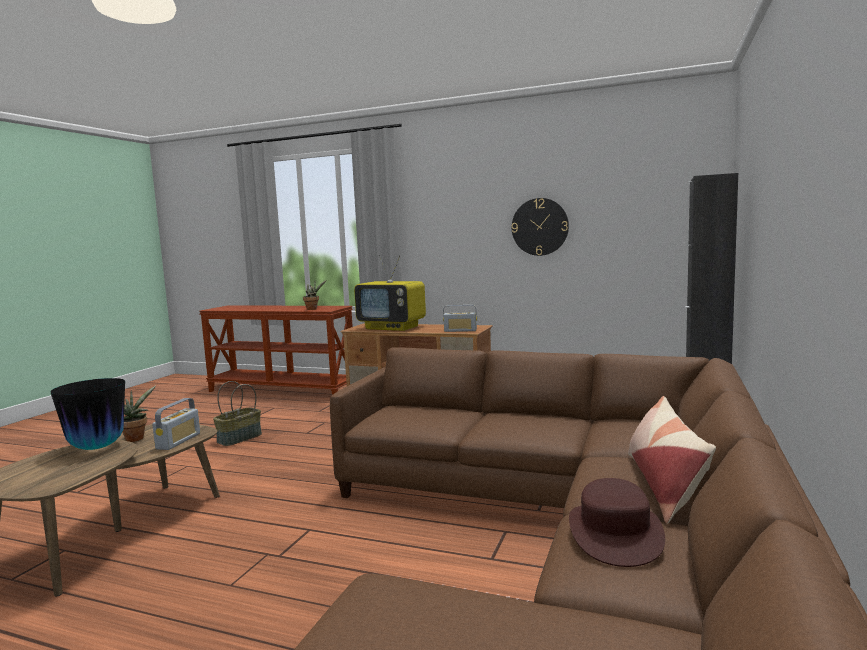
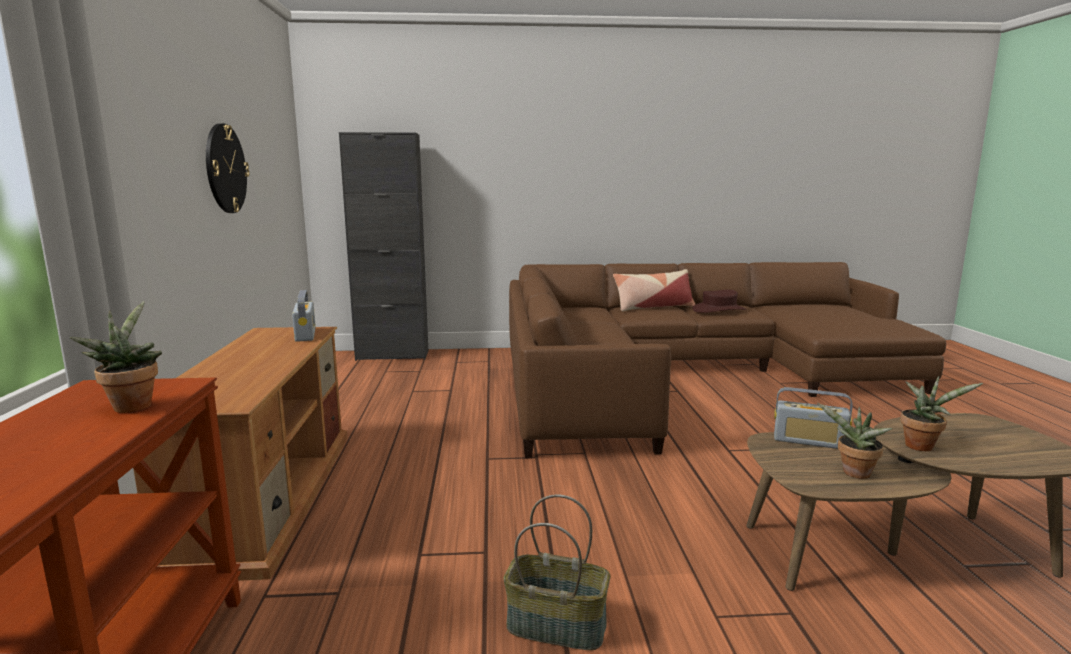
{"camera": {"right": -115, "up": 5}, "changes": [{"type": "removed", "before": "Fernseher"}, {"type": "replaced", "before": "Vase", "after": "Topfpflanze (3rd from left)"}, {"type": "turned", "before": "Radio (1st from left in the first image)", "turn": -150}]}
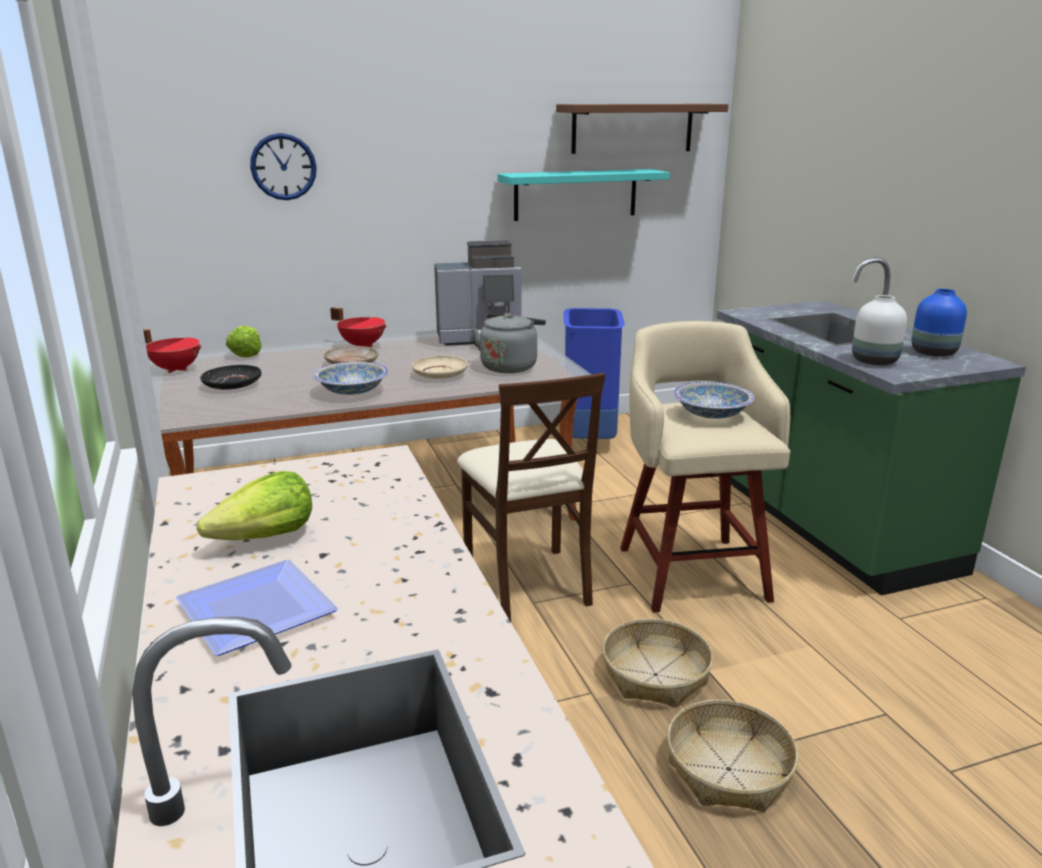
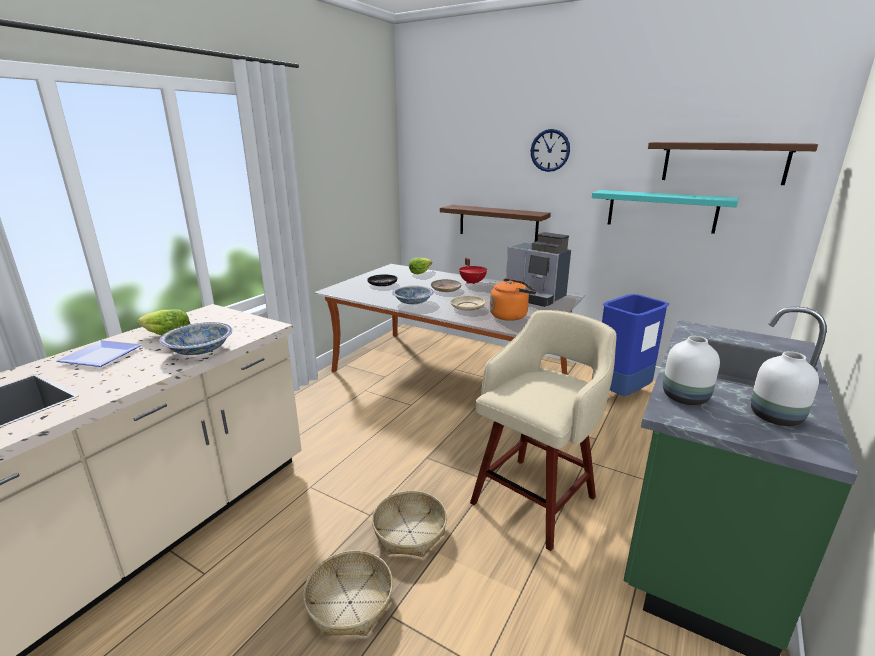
{"camera": {"right": 50, "up": 0}, "changes": [{"type": "moved", "before": "Wanduhr"}, {"type": "recoloured", "before": "Vase/blau", "after": "Vase/weiß (2nd from left)"}, {"type": "recoloured", "before": "Wasserkessel/grau", "after": "Wasserkessel/orange"}, {"type": "removed", "before": "Kochtopf/rot (1st from left)"}, {"type": "removed", "before": "Stuhl/beige"}, {"type": "moved", "before": "Schüssel (2nd from left in the first image)", "after": "Schüssel (1st from left)"}, {"type": "added", "after": "Wandregal/braun (1st from left)"}]}
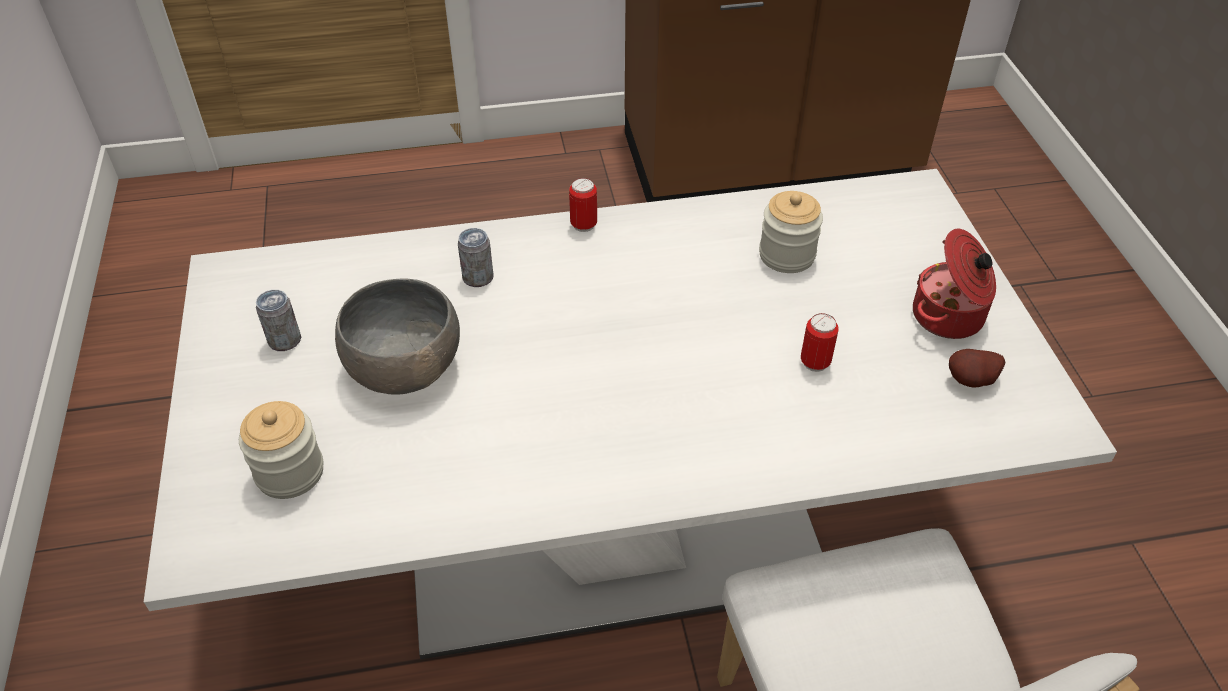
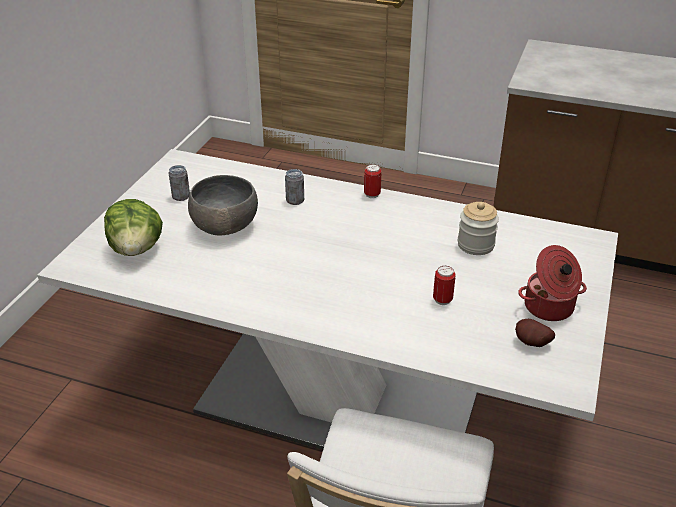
{"camera": {"right": 30, "up": -10}, "changes": [{"type": "replaced", "before": "Vorratsglas (1st from left)", "after": "Salatkopf"}]}
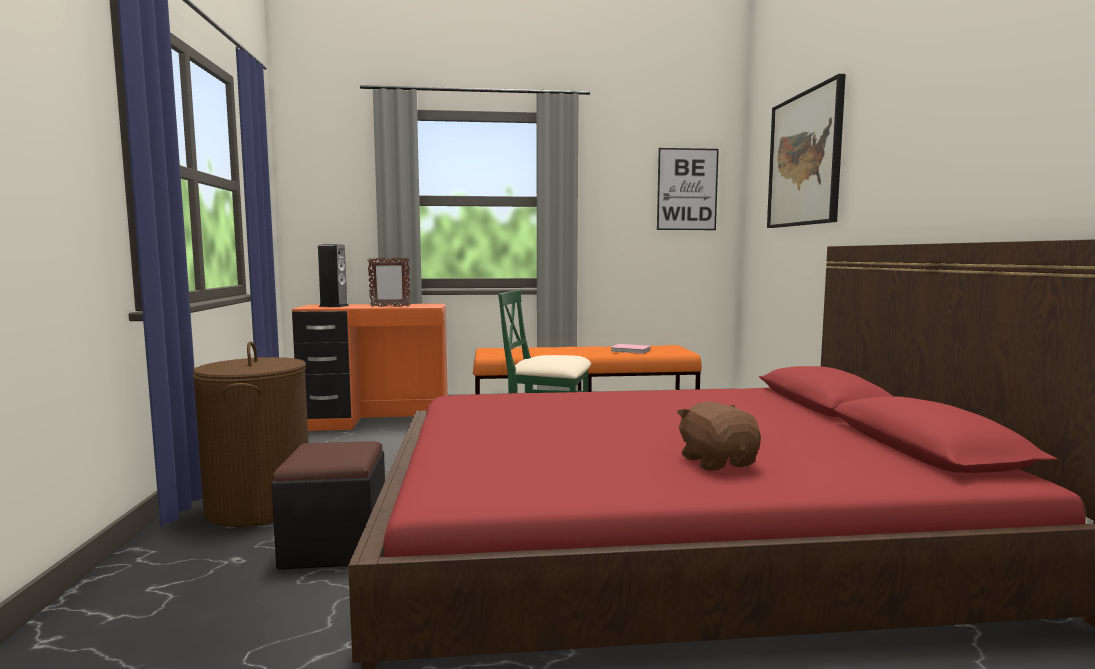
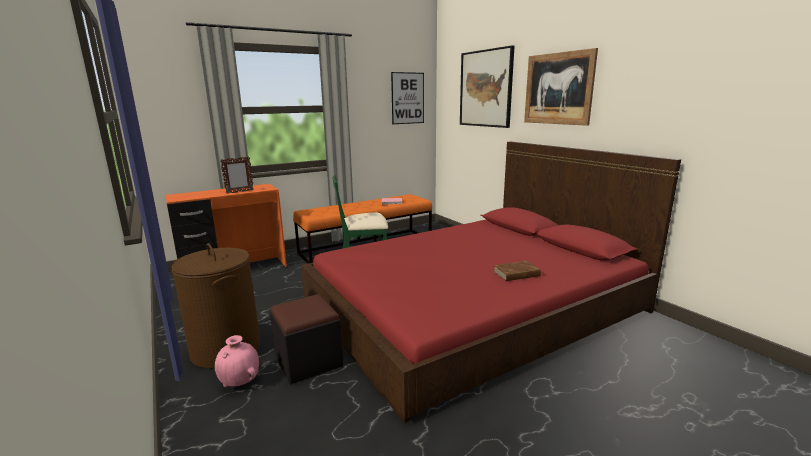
{"camera": {"right": -25, "up": 10}, "changes": [{"type": "removed", "before": "Lautsprecher"}, {"type": "replaced", "before": "Plüschtier/braun", "after": "Buch/braun"}, {"type": "added", "after": "Bild (3rd from left)"}, {"type": "added", "after": "Vase/rosa"}]}
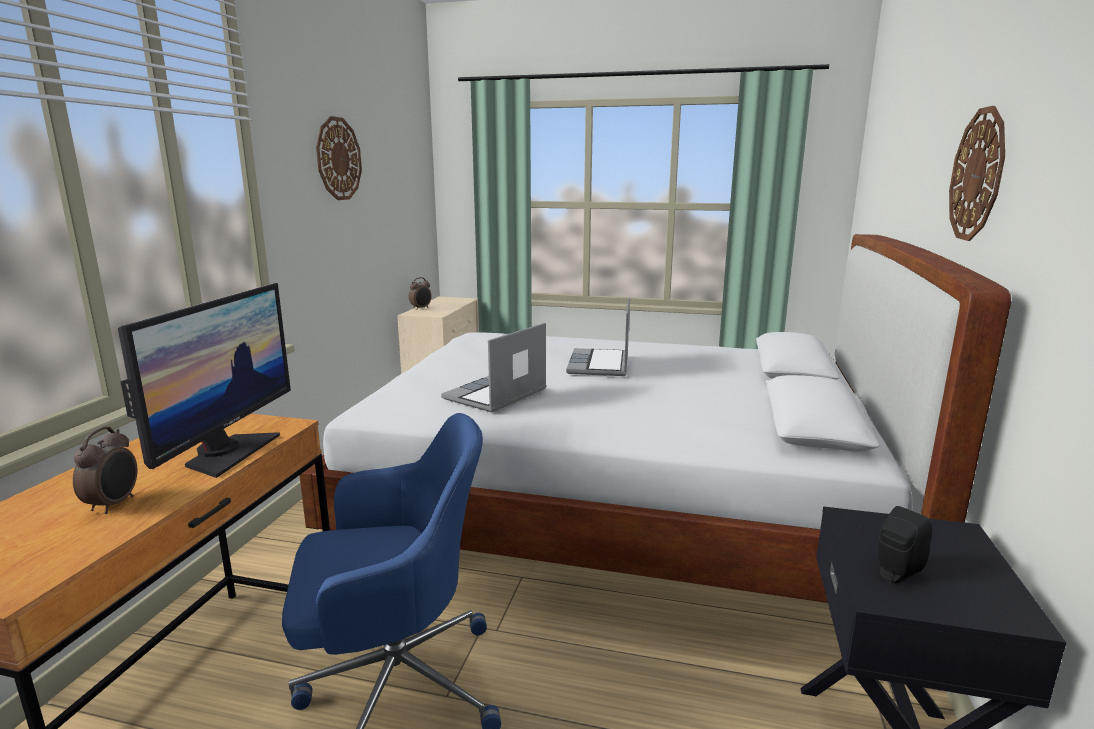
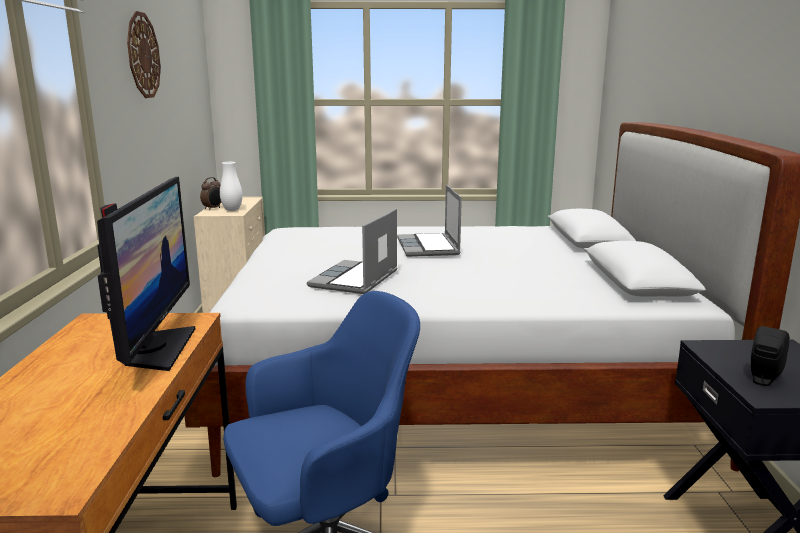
{"camera": {"right": -15, "up": 0}, "changes": [{"type": "removed", "before": "Wanduhr (2nd from left)"}, {"type": "removed", "before": "Wecker (1st from left)"}, {"type": "added", "after": "Vase/weiß"}]}
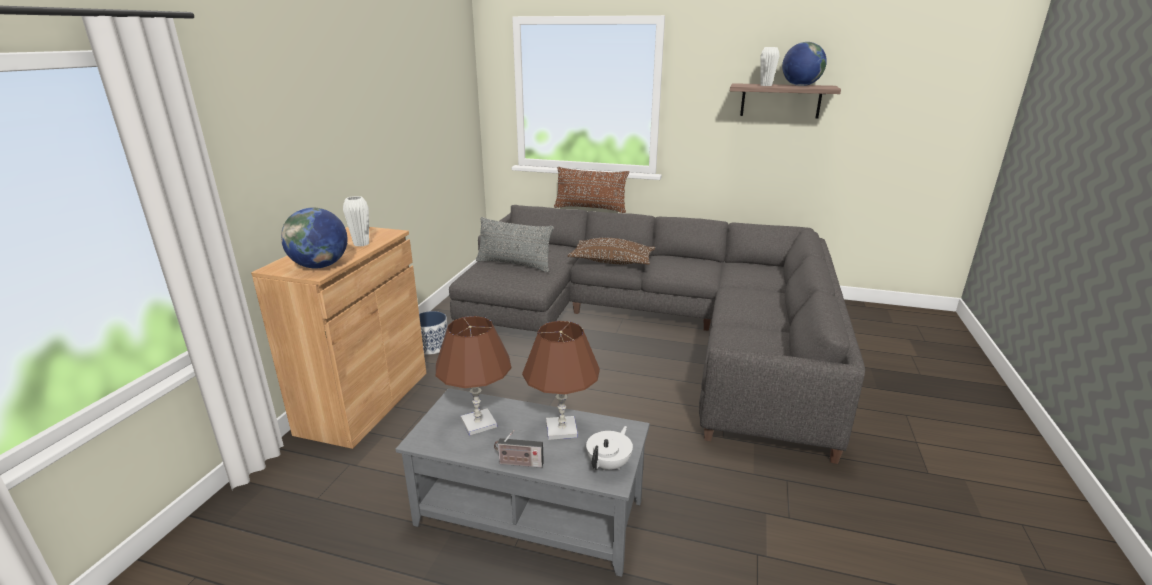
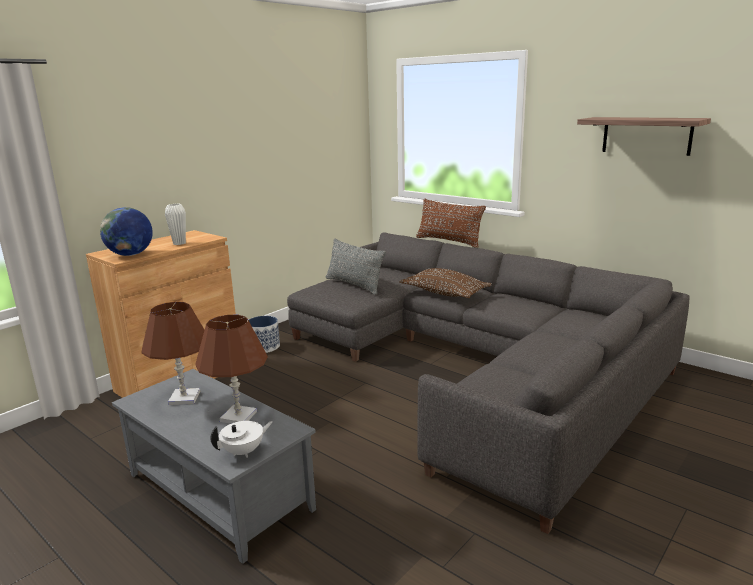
{"camera": {"right": 25, "up": -5}, "changes": [{"type": "removed", "before": "Globus (2nd from left)"}, {"type": "removed", "before": "Vase/weiß (2nd from left)"}, {"type": "removed", "before": "Radio"}]}
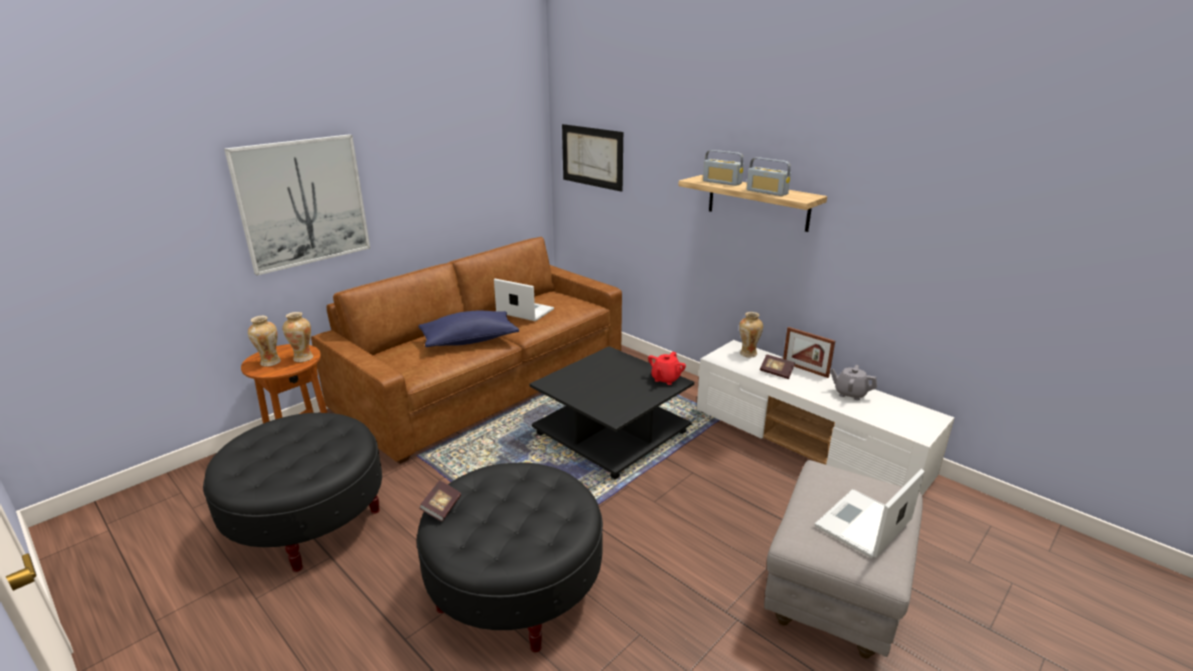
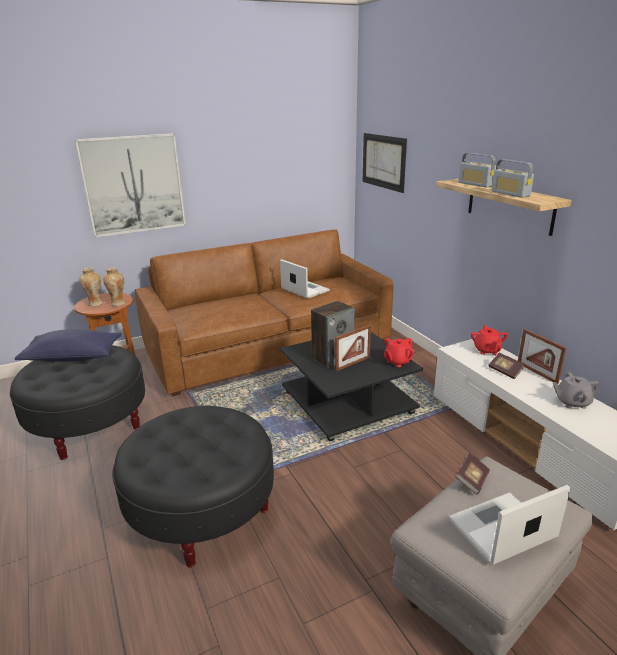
{"camera": {"right": 20, "up": 0}, "changes": [{"type": "moved", "before": "Kissen/blau"}, {"type": "replaced", "before": "Vase (3rd from left)", "after": "Teekanne/rot (2nd from left)"}, {"type": "turned", "before": "Teekanne/grau", "turn": -45}, {"type": "moved", "before": "Buch (1st from left)"}, {"type": "added", "after": "Lautsprecher"}, {"type": "added", "after": "Bilderrahmen (1st from left)"}]}
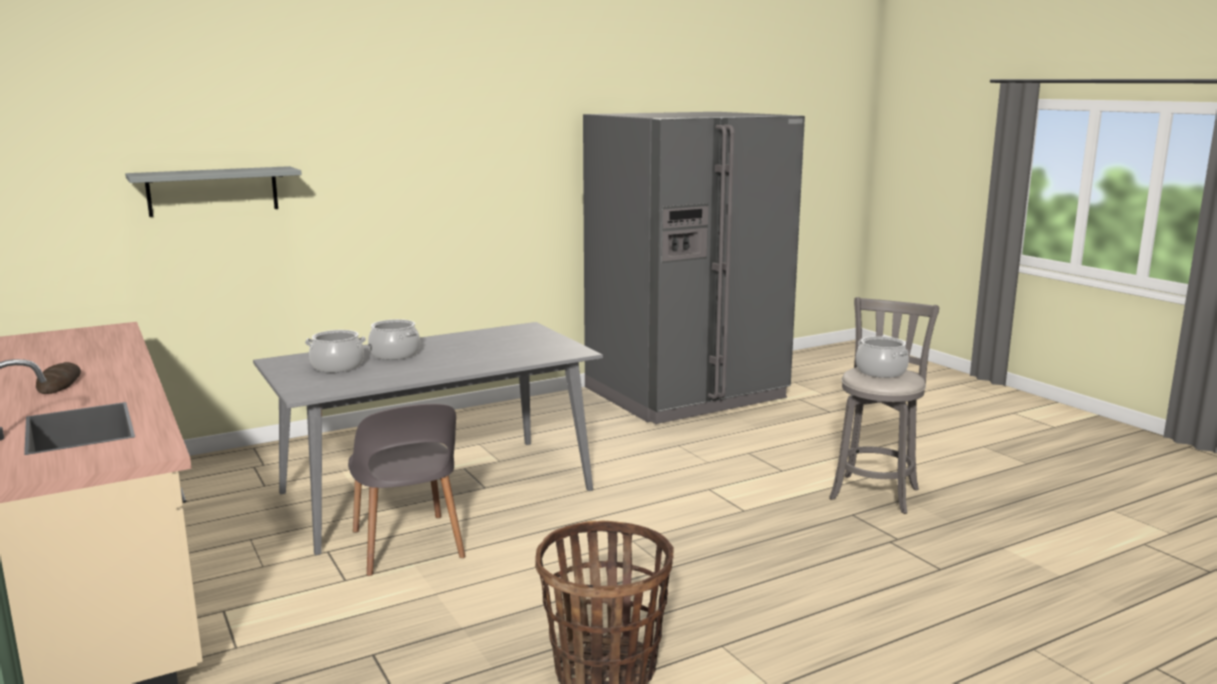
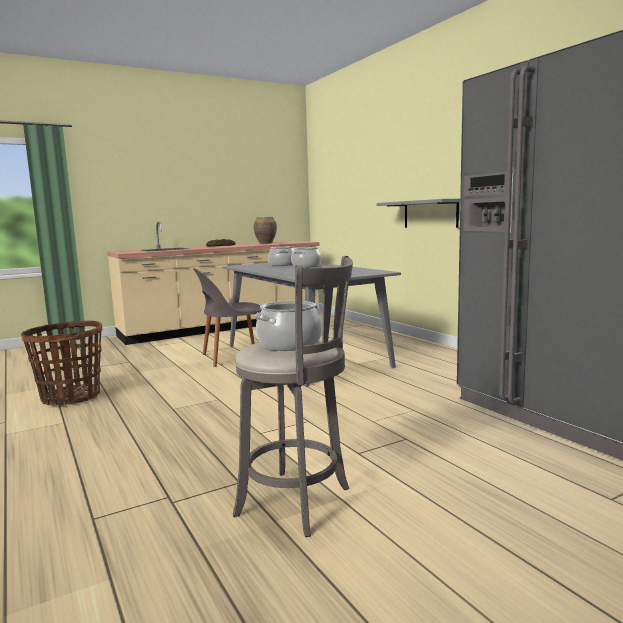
{"camera": {"right": 90, "up": -5}, "changes": [{"type": "moved", "before": "Wandregal/grau"}, {"type": "added", "after": "Vase/braun"}]}
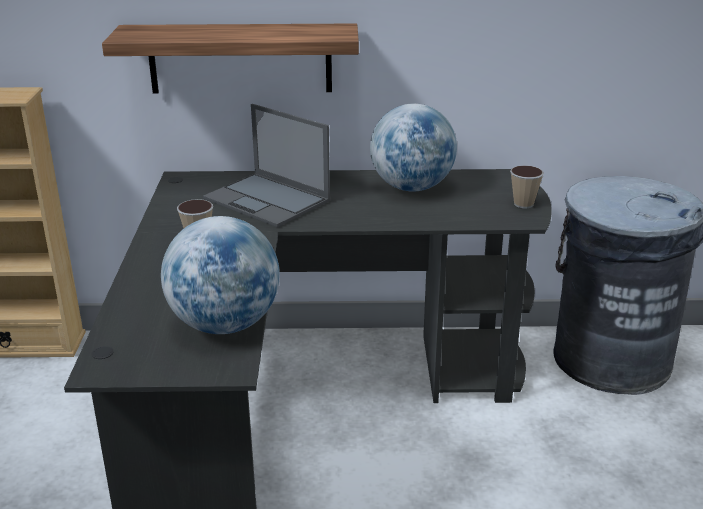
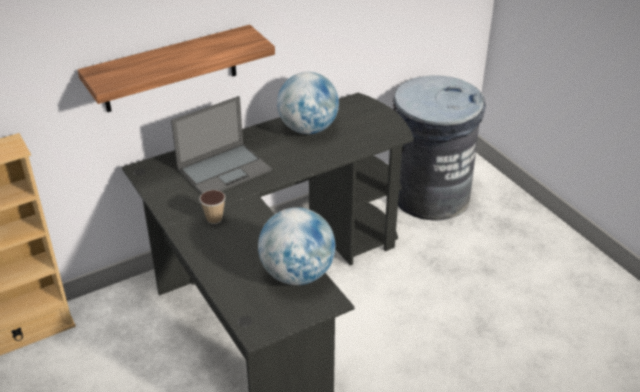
{"camera": {"right": -30, "up": 10}, "changes": [{"type": "turned", "before": "Laptop", "turn": -45}, {"type": "removed", "before": "Tasse (2nd from left)"}]}
